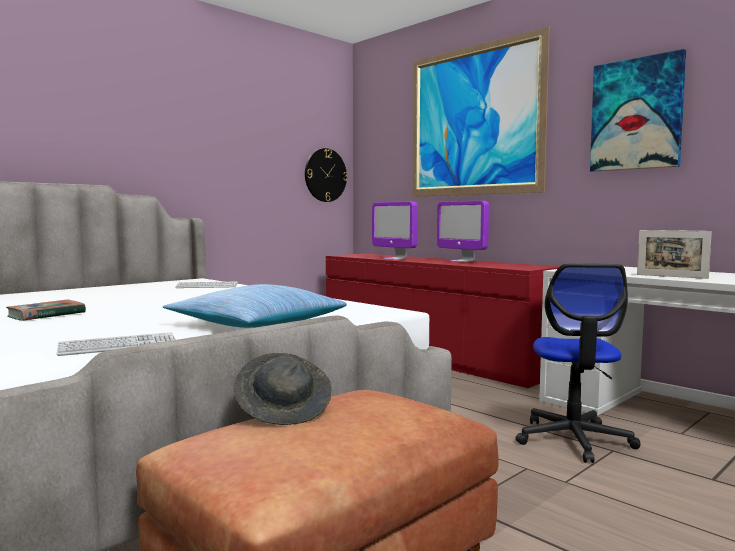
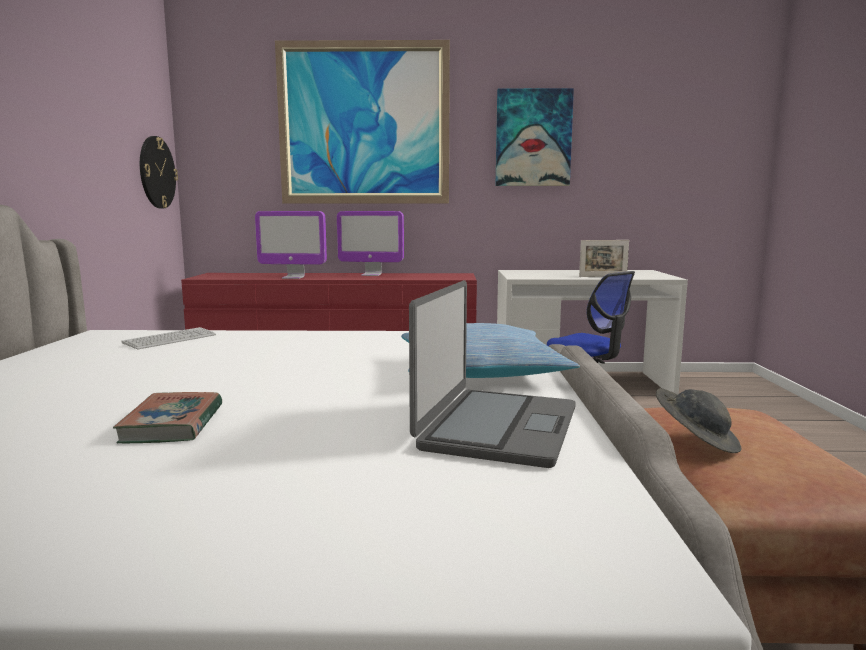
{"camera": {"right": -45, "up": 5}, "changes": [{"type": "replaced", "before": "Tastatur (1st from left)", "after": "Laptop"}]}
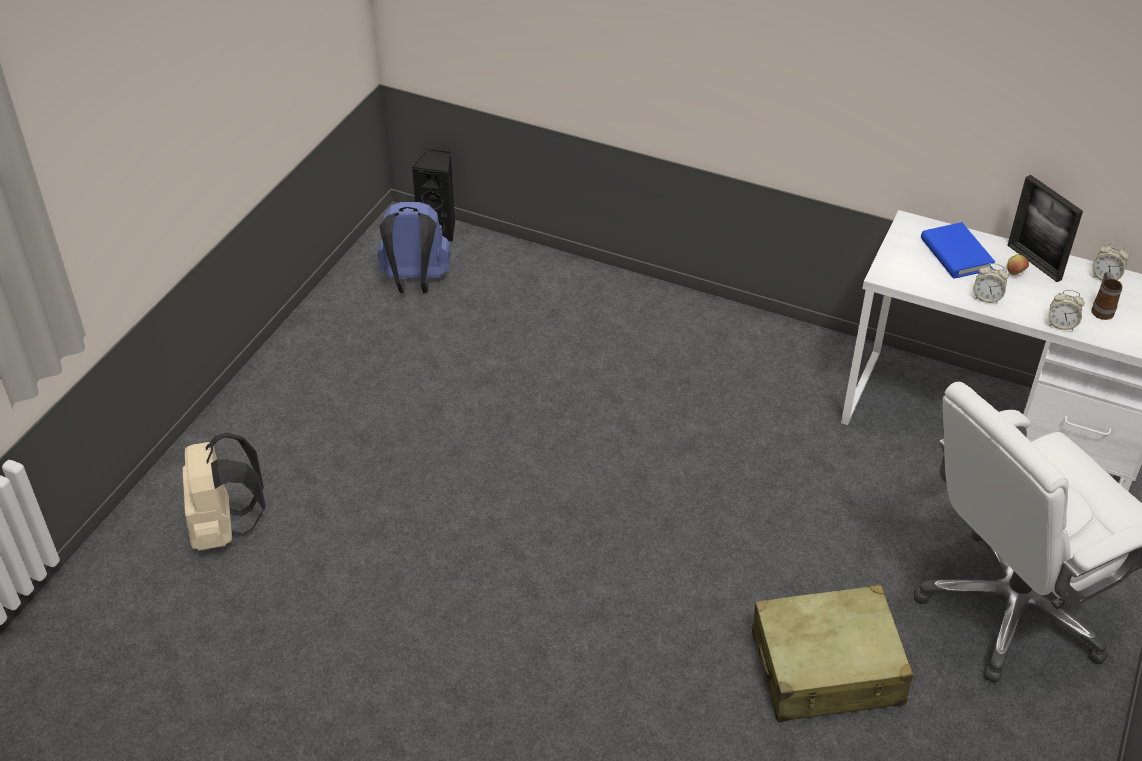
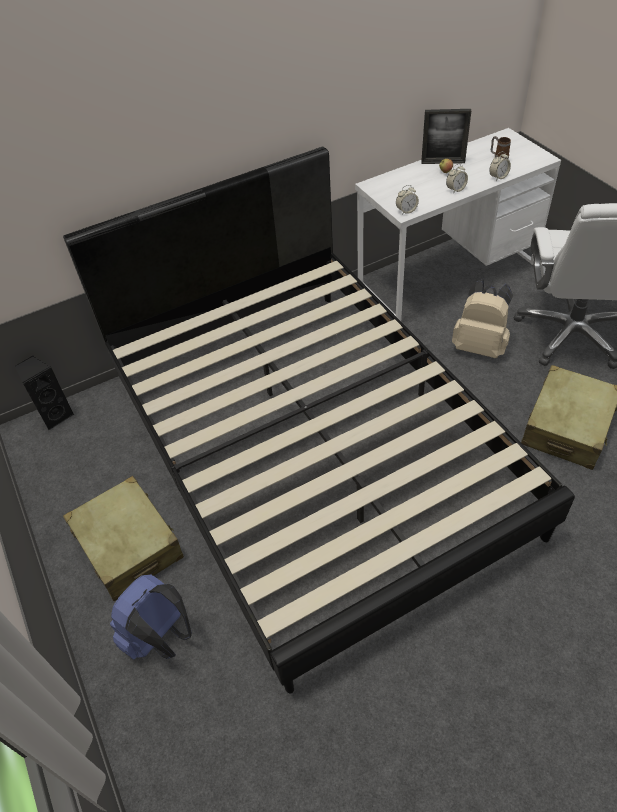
{"camera": {"right": -50, "up": 5}, "changes": [{"type": "moved", "before": "Rucksack/blau"}, {"type": "removed", "before": "Buch/blau"}, {"type": "moved", "before": "Wecker (3rd from left in the first image)", "after": "Wecker (1st from left)"}, {"type": "moved", "before": "Rucksack/beige"}, {"type": "added", "after": "Bett/schwarz"}, {"type": "added", "after": "Koffer/beige (1st from left)"}]}
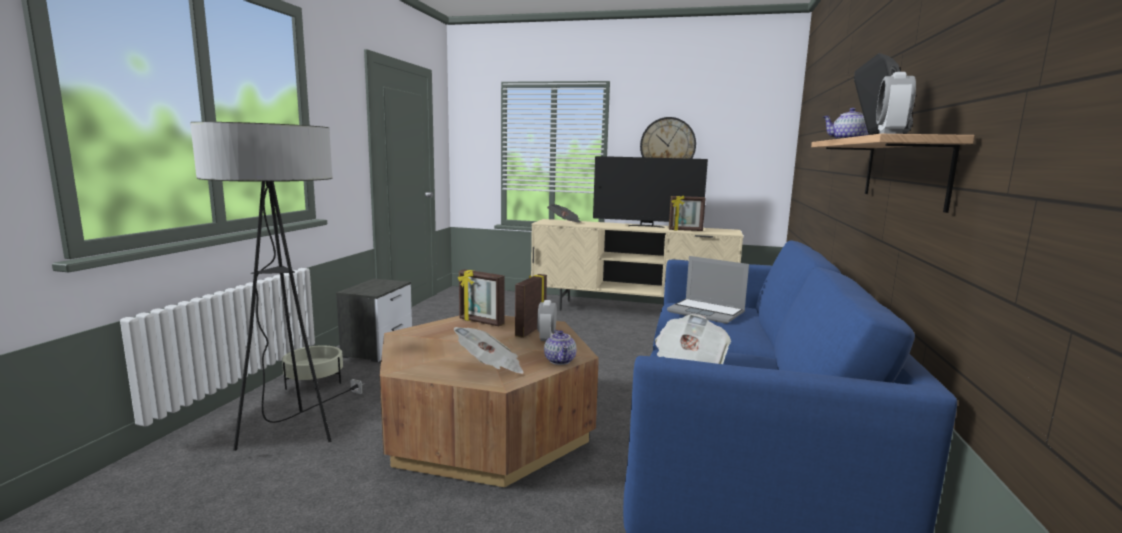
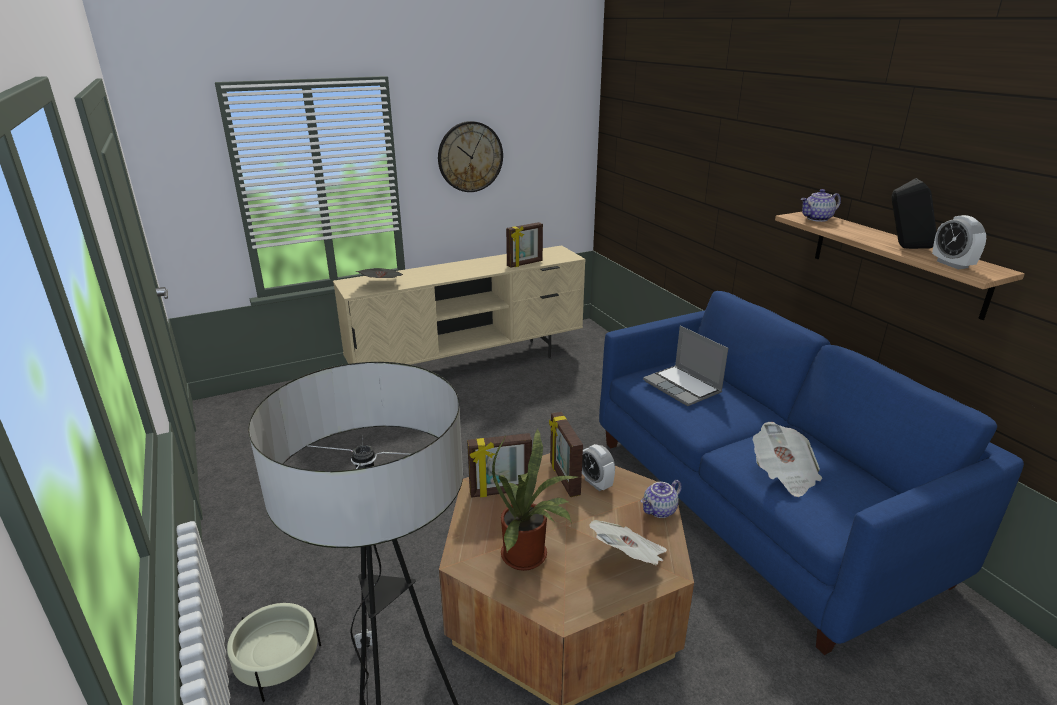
{"camera": {"right": -40, "up": 15}, "changes": [{"type": "removed", "before": "Fernseher"}, {"type": "turned", "before": "Laptop", "turn": 60}, {"type": "removed", "before": "Nachttisch"}, {"type": "turned", "before": "Teekanne (1st from left)", "turn": 105}, {"type": "added", "after": "Topfpflanze"}]}
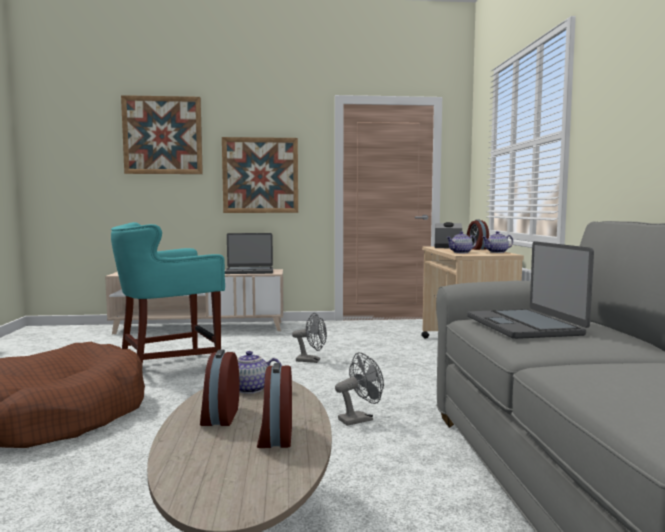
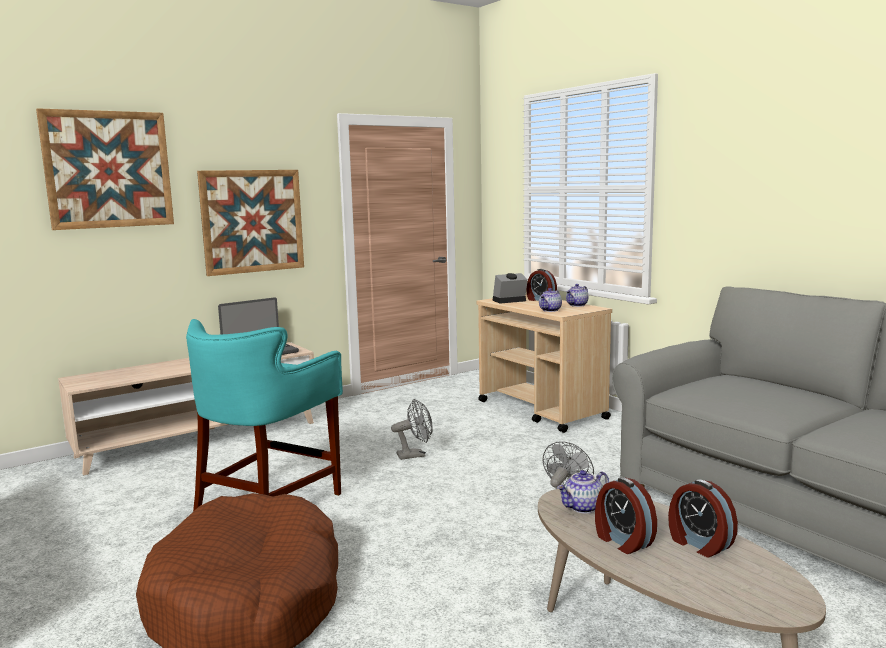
{"camera": {"right": -30, "up": 5}, "changes": [{"type": "removed", "before": "Laptop (2nd from left)"}]}
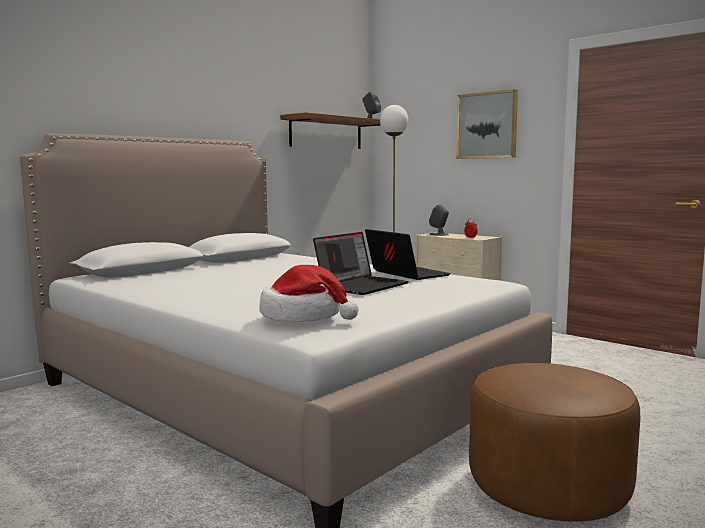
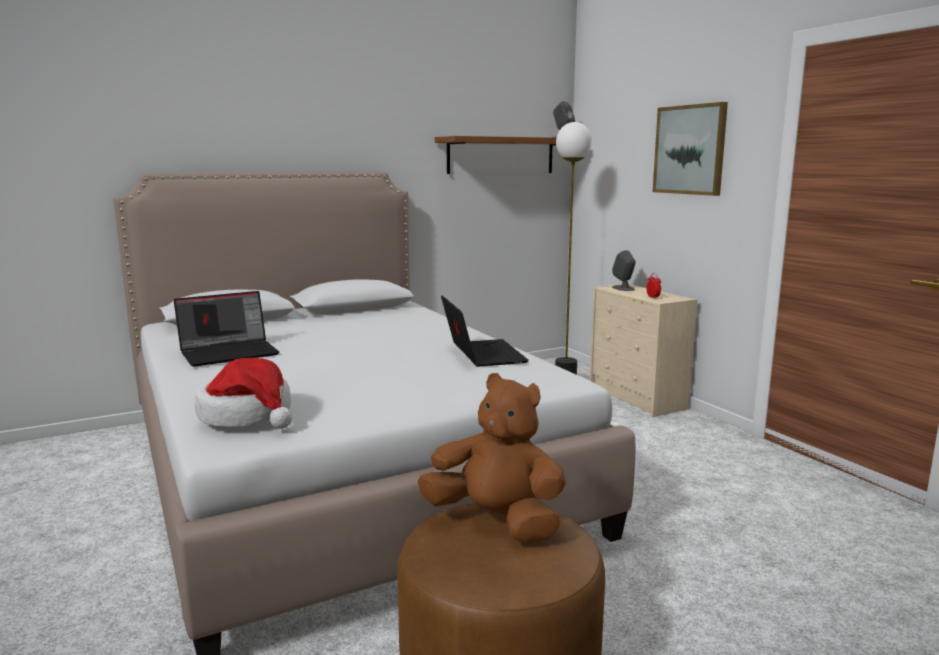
{"camera": {"right": 20, "up": 5}, "changes": [{"type": "moved", "before": "Laptop (1st from left)"}, {"type": "added", "after": "Plüschtier/braun"}]}
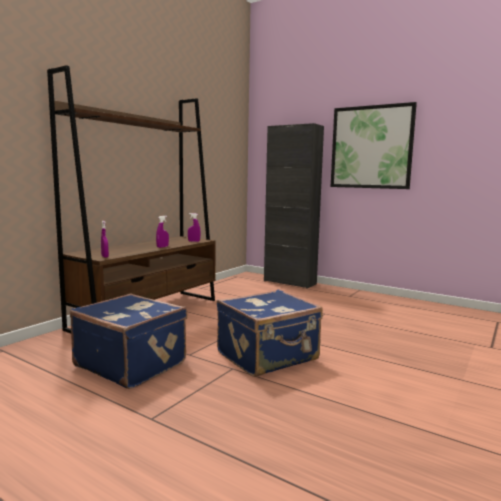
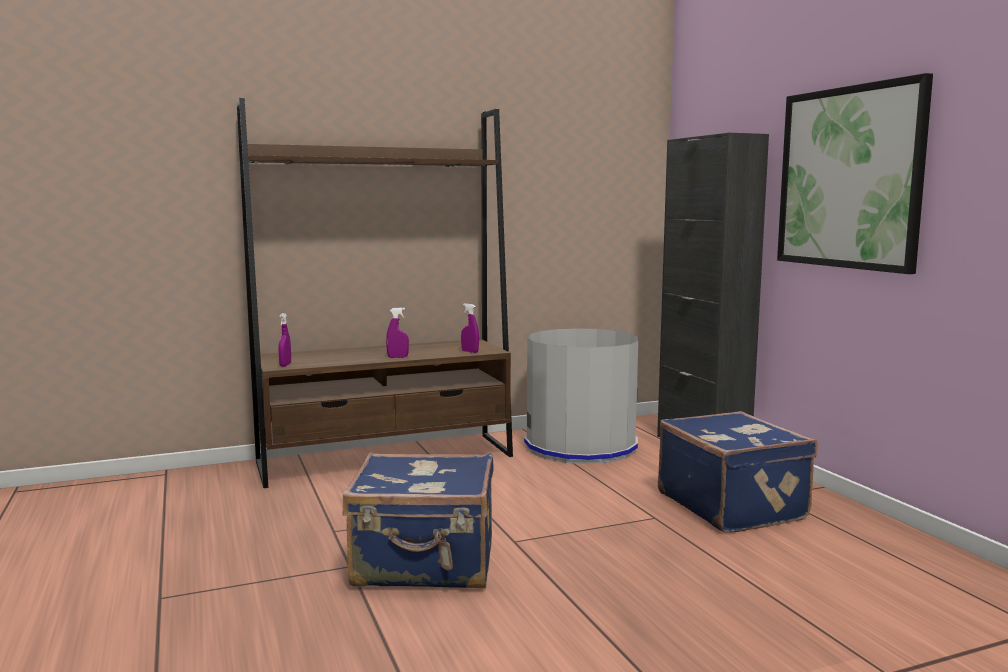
{"camera": {"right": 35, "up": 0}, "changes": [{"type": "moved", "before": "Koffer/blau (1st from left in the first image)", "after": "Koffer/blau (2nd from left)"}, {"type": "added", "after": "Mülleimer/grau"}]}
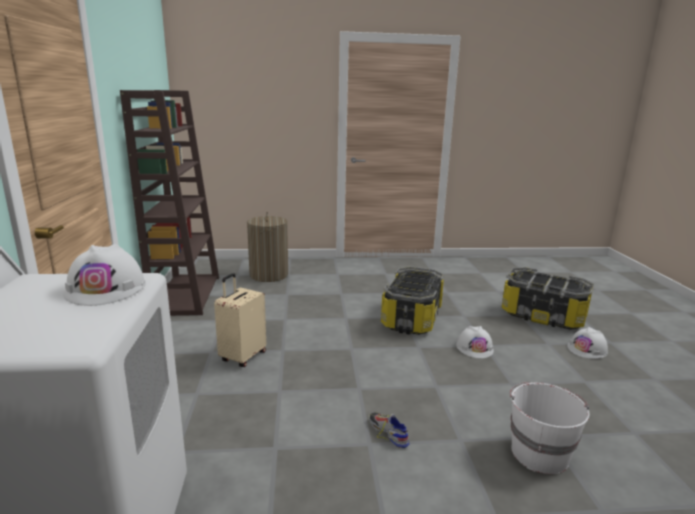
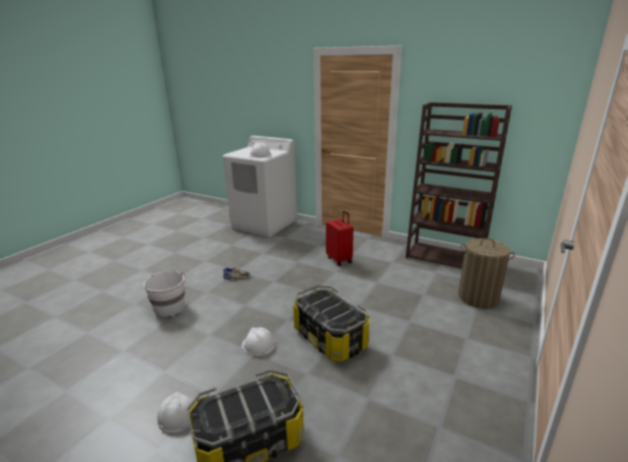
{"camera": {"right": 125, "up": 5}, "changes": [{"type": "recoloured", "before": "Koffer/beige", "after": "Koffer/rot"}]}
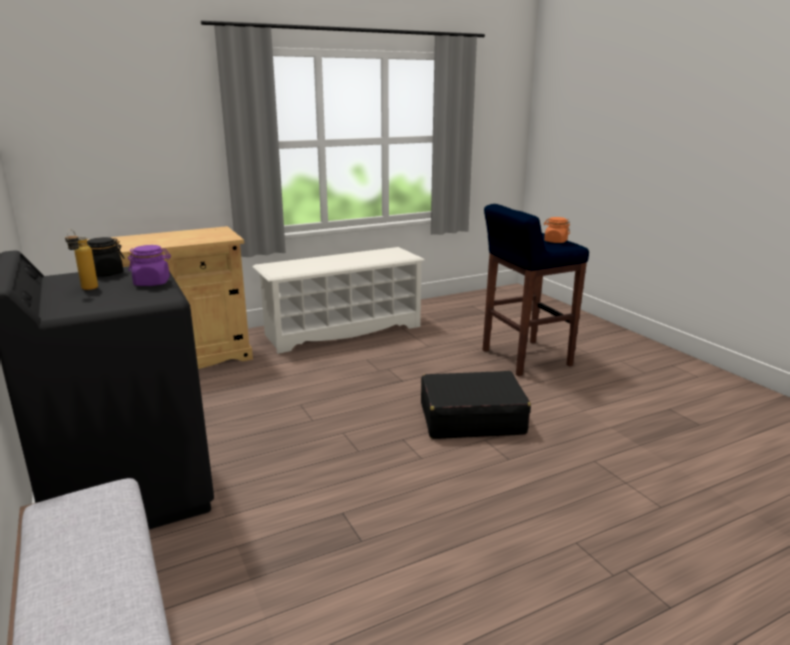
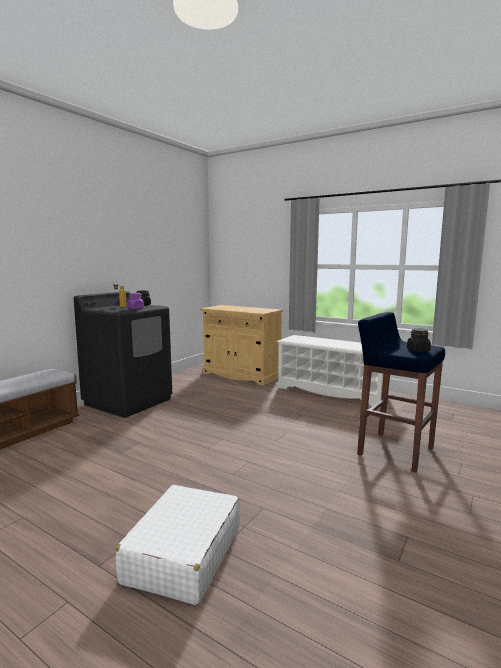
{"camera": {"right": 60, "up": -10}, "changes": [{"type": "recoloured", "before": "Vorratsglas/orange", "after": "Vorratsglas/schwarz (2nd from left)"}, {"type": "removed", "before": "Koffer/schwarz"}, {"type": "added", "after": "Koffer/weiß"}]}
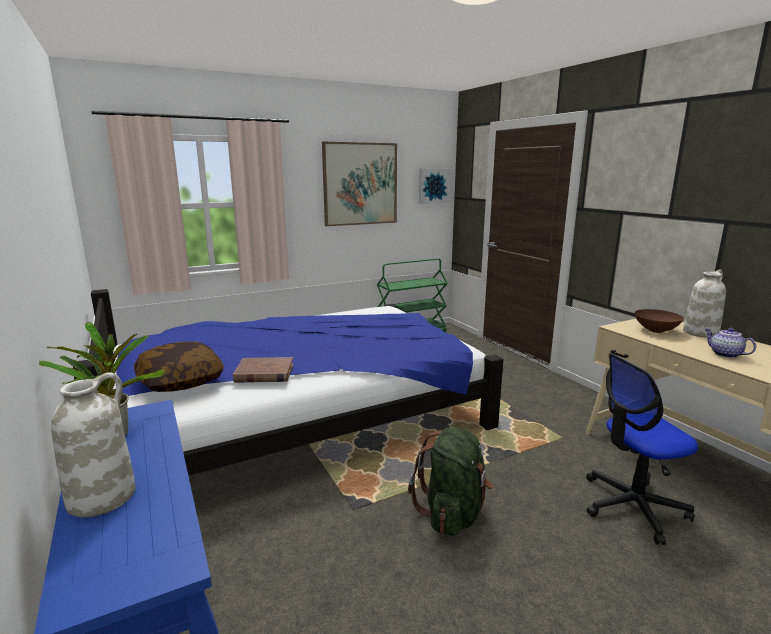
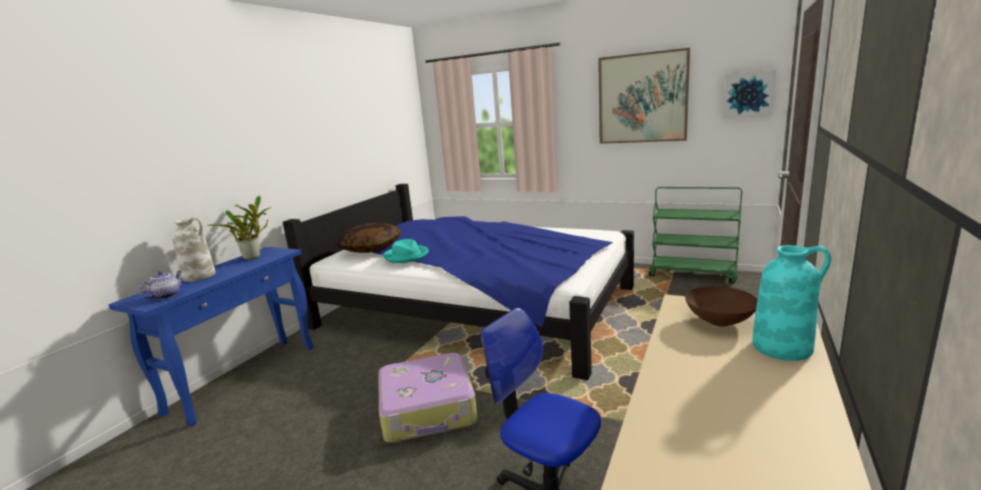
{"camera": {"right": 55, "up": 0}, "changes": [{"type": "recoloured", "before": "Vase/weiß (2nd from left)", "after": "Vase/türkis"}, {"type": "moved", "before": "Teekanne"}, {"type": "replaced", "before": "Buch/braun", "after": "Hut/türkis"}, {"type": "replaced", "before": "Rucksack/grün", "after": "Koffer"}]}
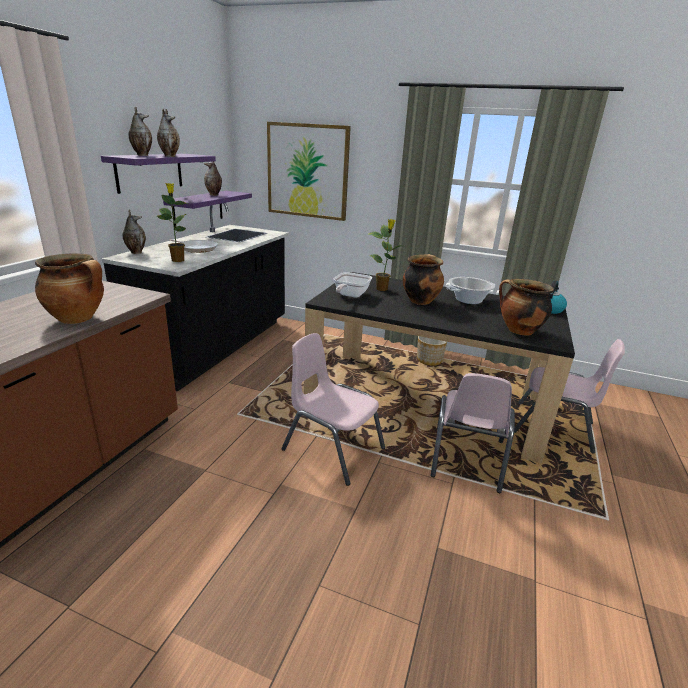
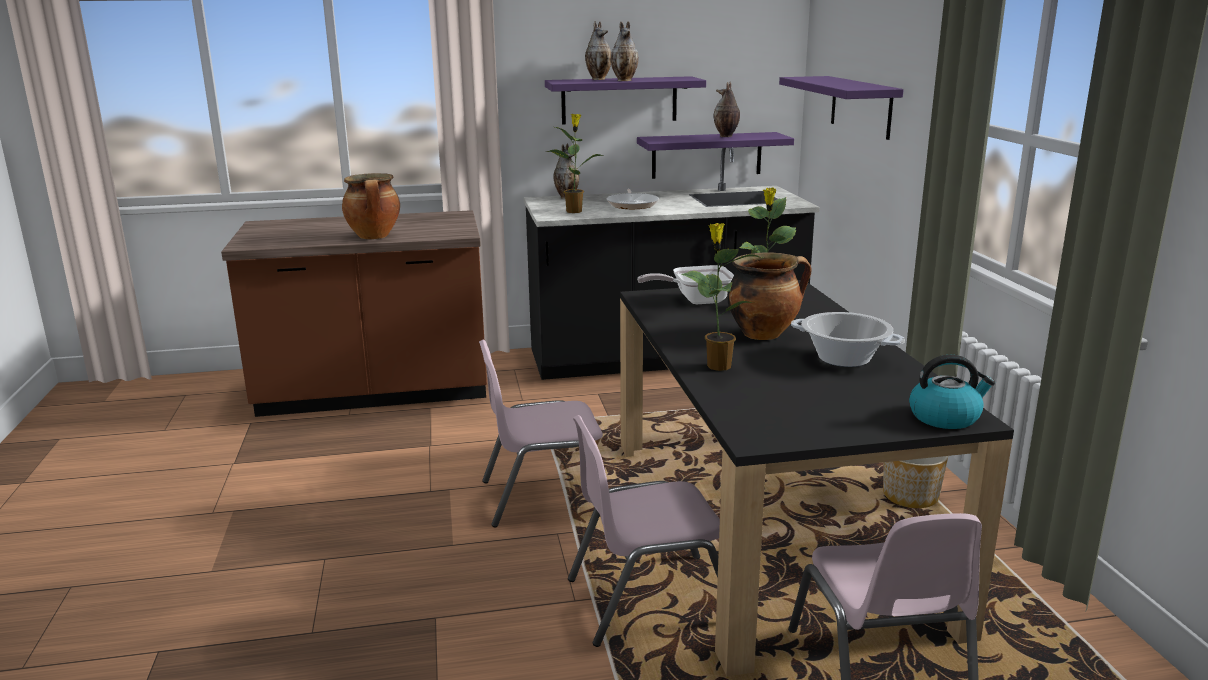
{"camera": {"right": 60, "up": -5}, "changes": [{"type": "replaced", "before": "Bild", "after": "Wandregal/lila (3rd from left)"}, {"type": "removed", "before": "Kochtopf (4th from left)"}, {"type": "turned", "before": "Stuhl/rosa (1st from left)", "turn": -105}, {"type": "added", "after": "Topfpflanze (2nd from left)"}]}
